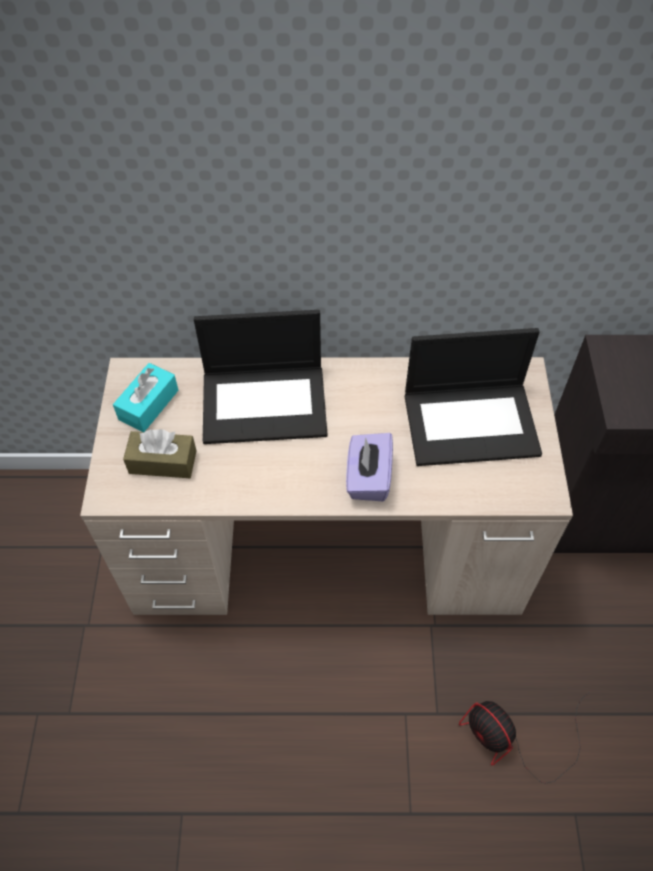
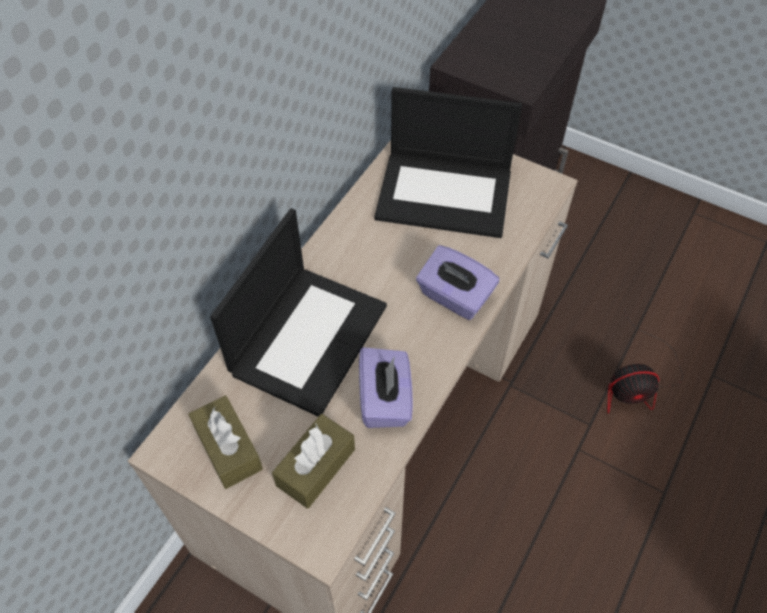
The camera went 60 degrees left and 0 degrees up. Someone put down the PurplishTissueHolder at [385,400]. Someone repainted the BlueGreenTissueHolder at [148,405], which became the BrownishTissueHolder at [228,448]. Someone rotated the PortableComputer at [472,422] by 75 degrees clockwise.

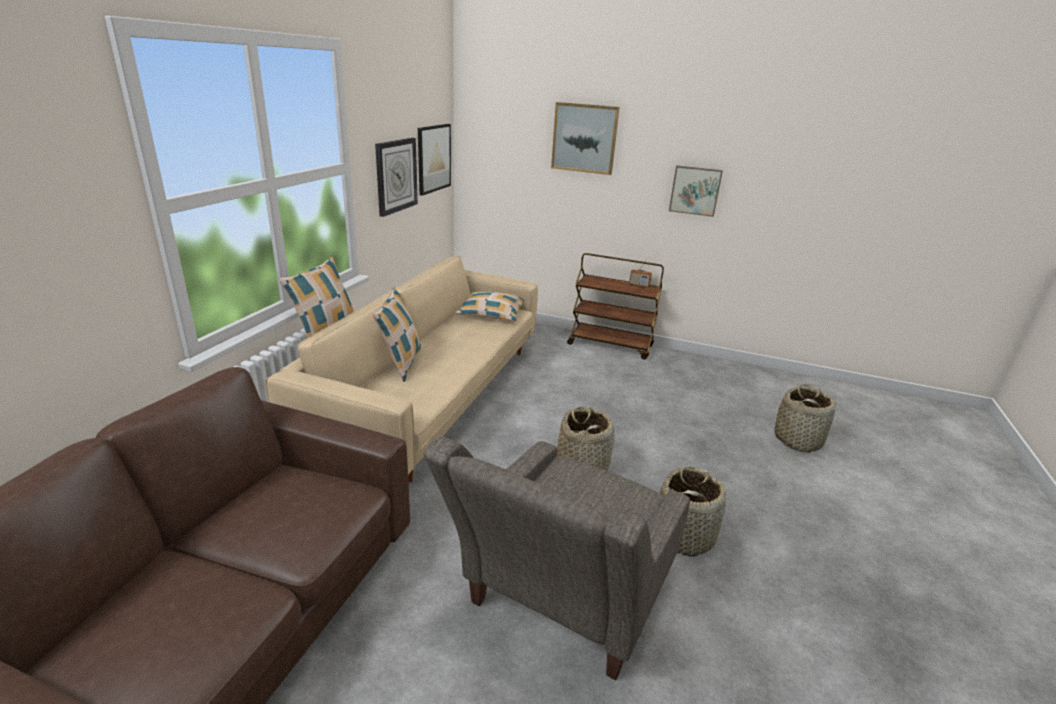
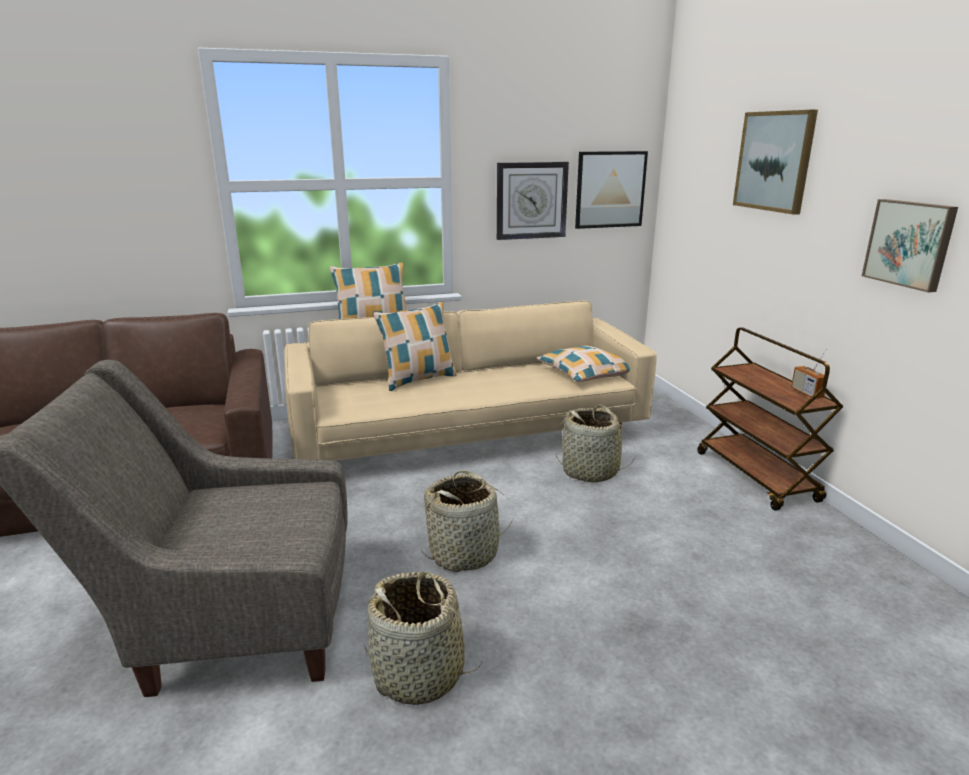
The camera went 55 degrees right and 5 degrees down. Someone carried the Basket from [798,440] to [590,471].

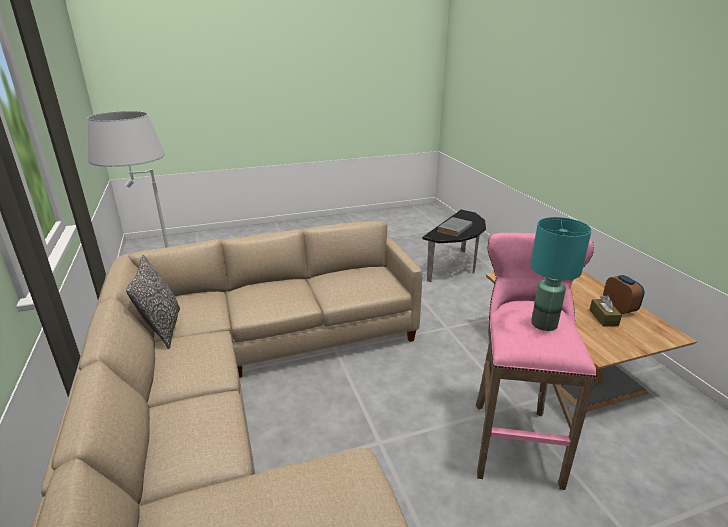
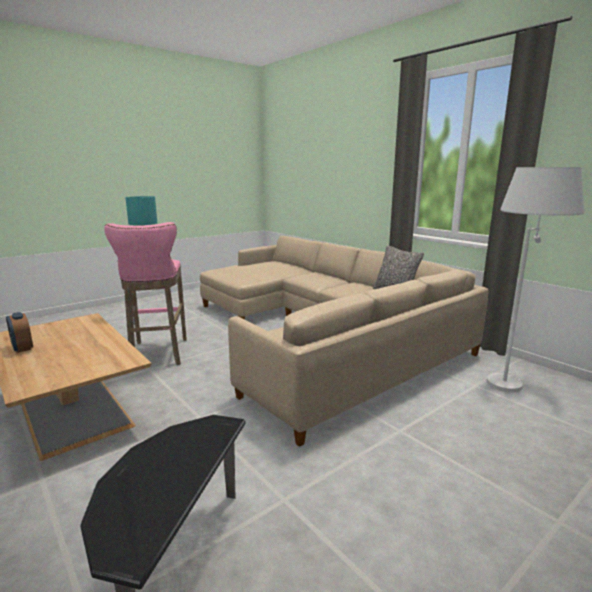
The camera went 160 degrees right and 10 degrees down. Someone took away the GrayBoundBook at [454,229]. Someone took away the BrownishTissueHolder at [603,318].

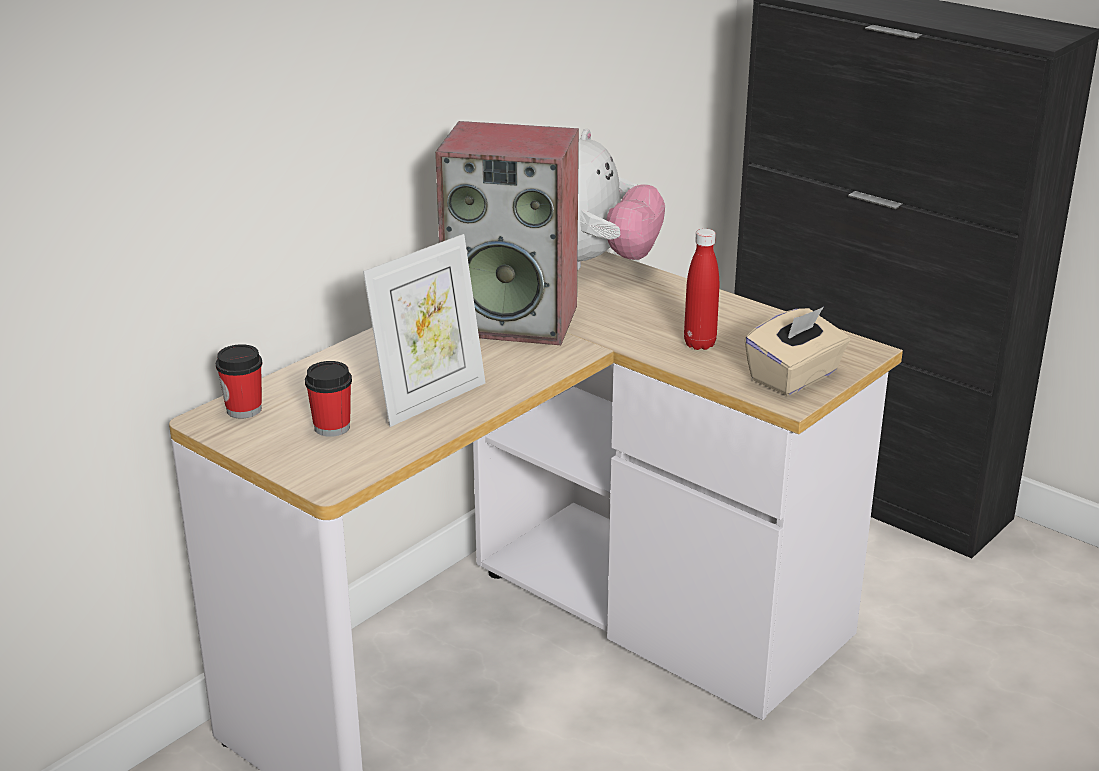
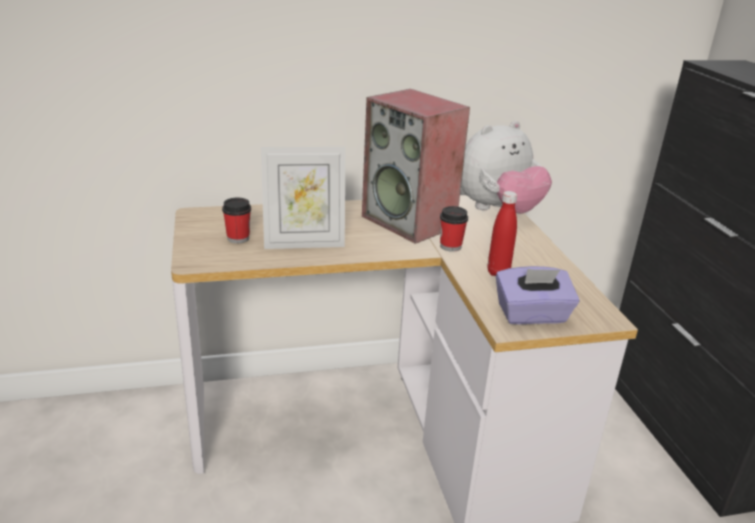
The camera went 35 degrees right and 0 degrees up. Someone carried the DrinkingCup from [244,409] to [450,246]. Someone repainted the BeigeTissueHolder at [795,377], which became the PurplishTissueHolder at [532,315].

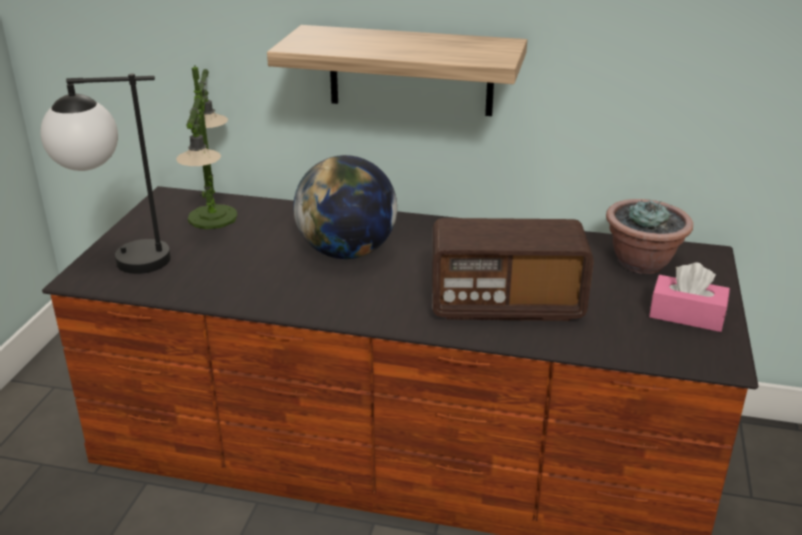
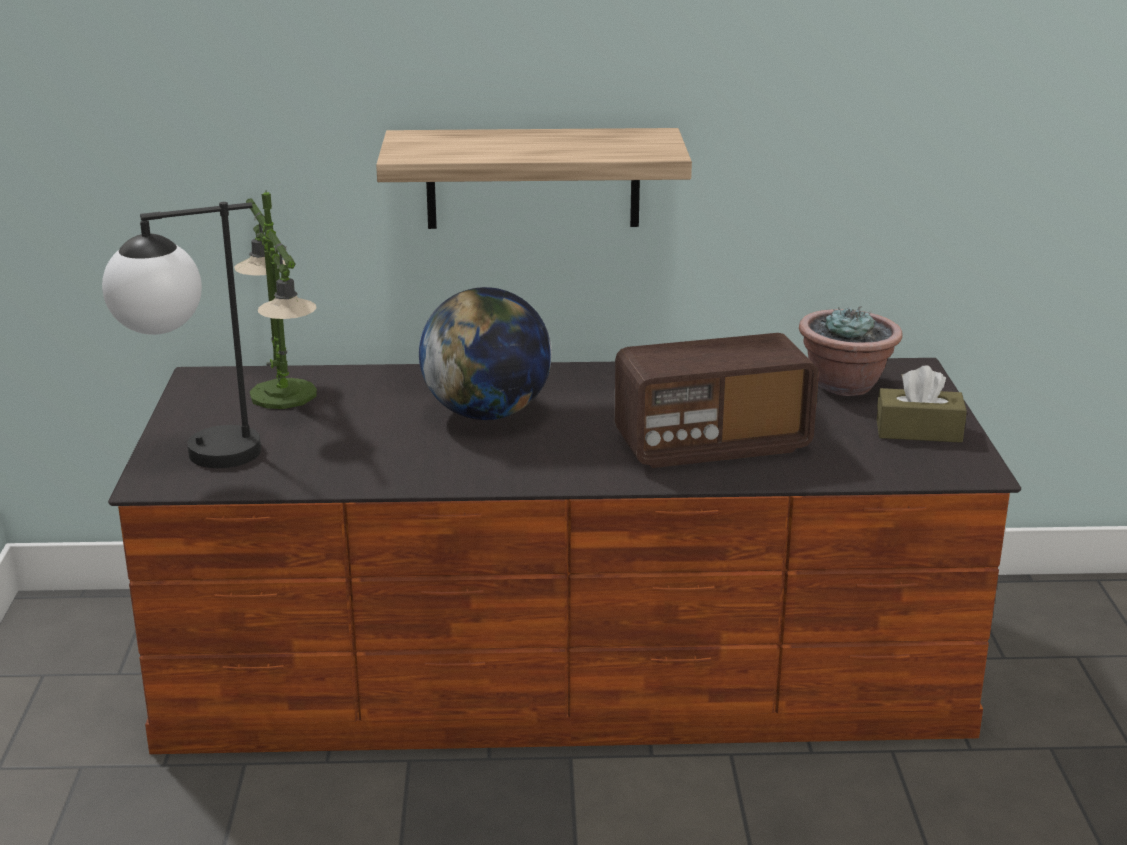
The camera went 15 degrees left and 5 degrees down. Someone repainted the PinkColouredTissueHolder at [686,315], which became the BrownishTissueHolder at [918,431].

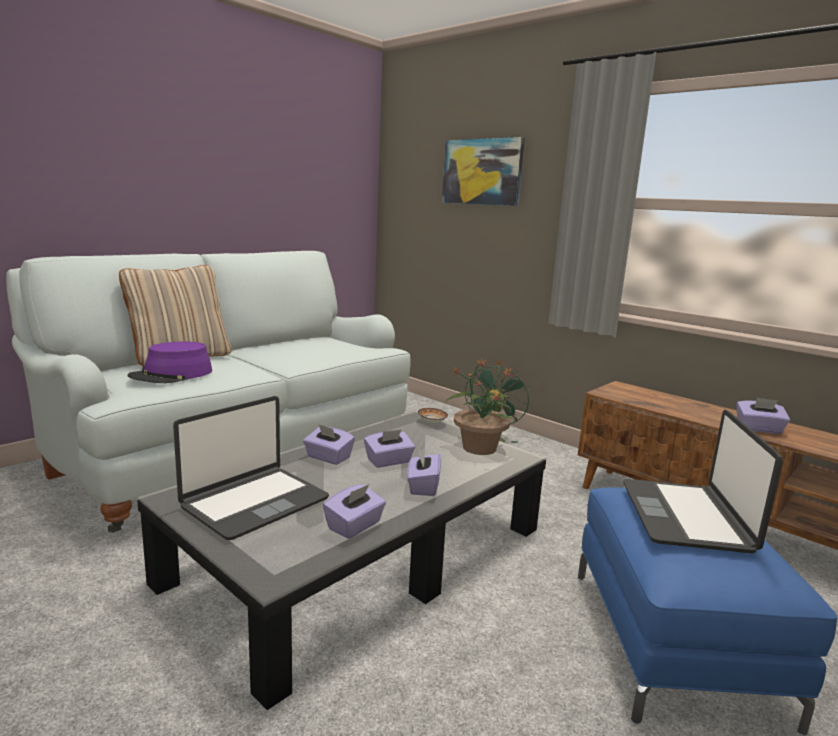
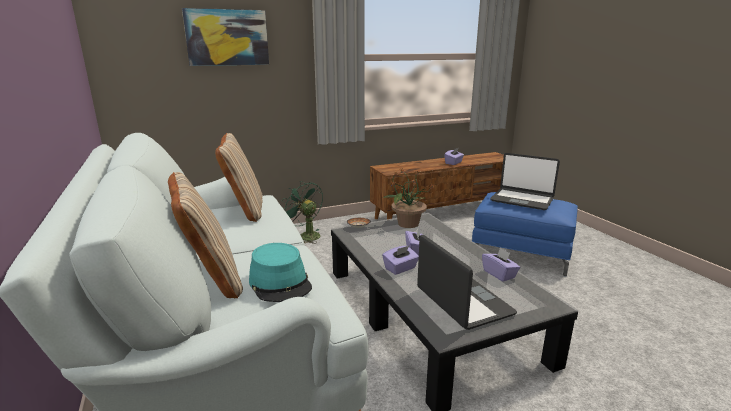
The camera went 65 degrees left and 5 degrees up. Someone took away the PurplishTissueHolder at [423,486]. Someone put down the BeigePillow at [244,210]. Someone repainted the PurplishClothingHat at [172,374], which became the BlueGreenClothingHat at [280,283].

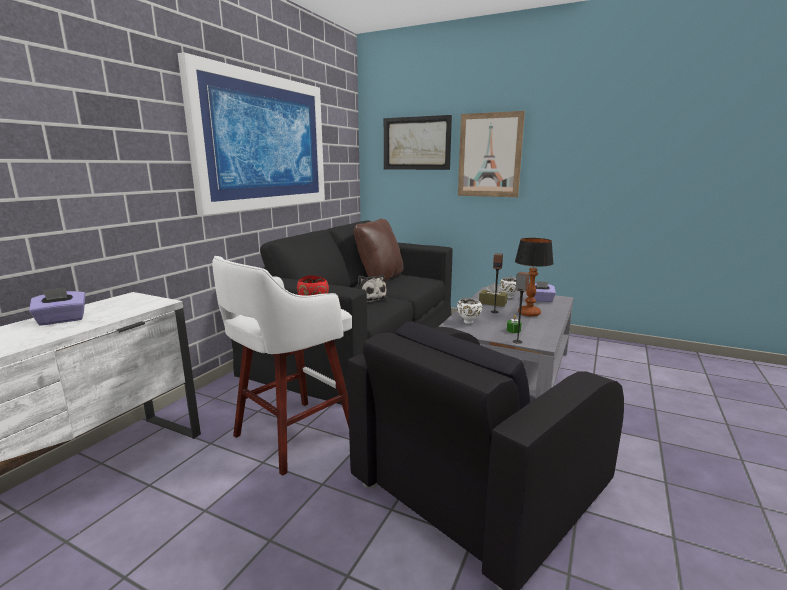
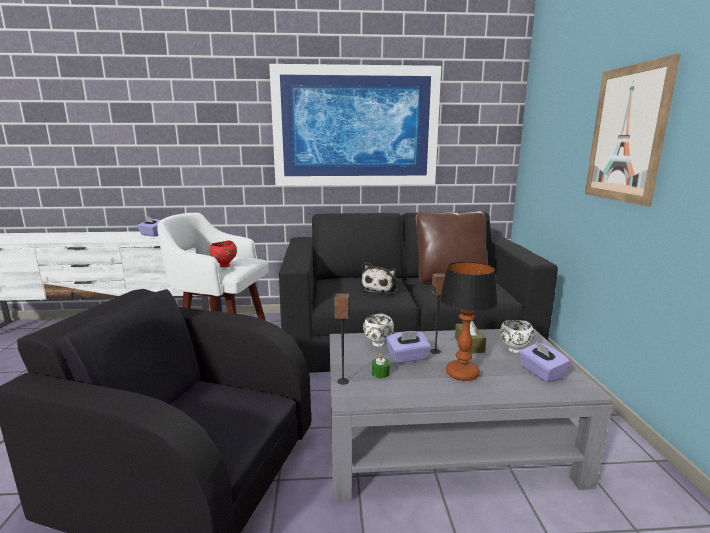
The camera went 60 degrees right and 0 degrees up. Someone took away the WallArt at [416,143]. Someone put down the PurplishTissueHolder at [407,358].

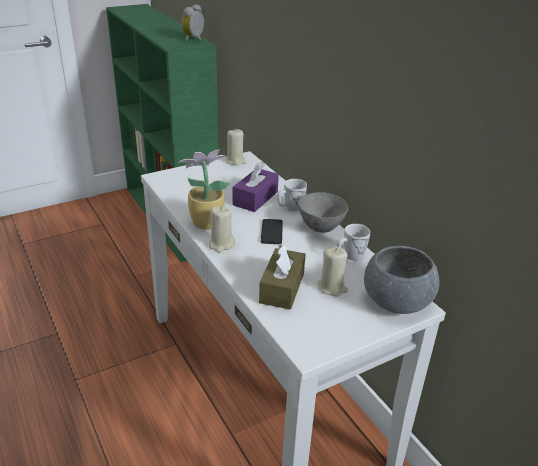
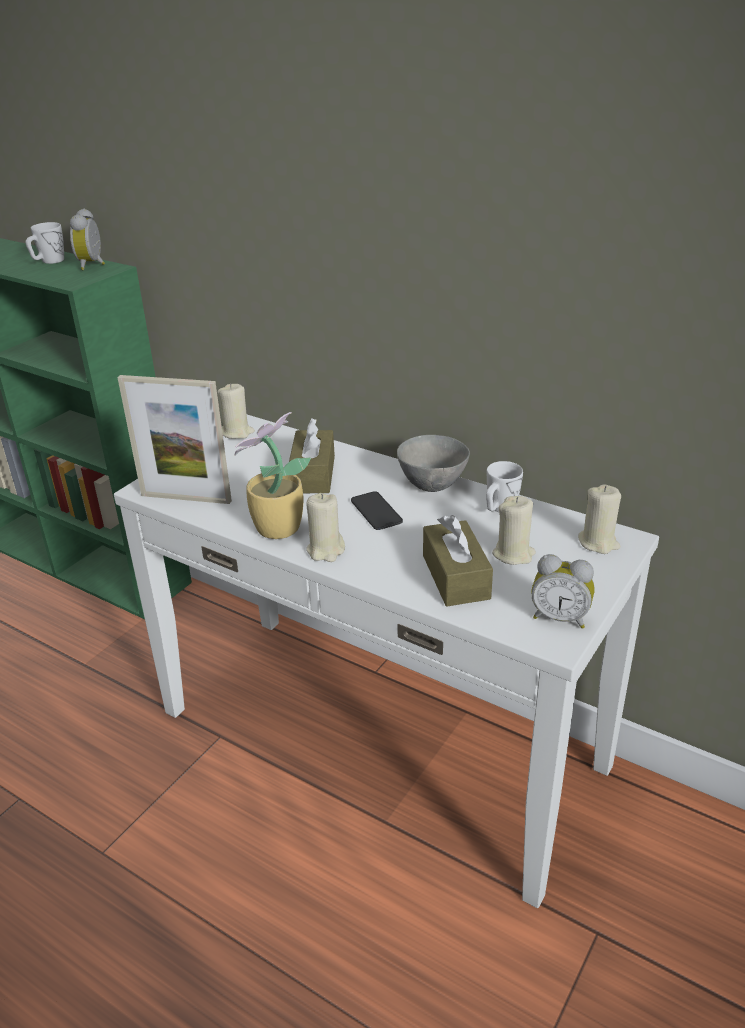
The camera went 25 degrees left and 0 degrees up. Someone put down the PictureFrame at [186,498]. Someone put down the BedsideClock at [560,617]. Someone carried the WhitishMug from [290,208] to [49,261]. Someone swapped the GrayServingBowl at [396,301] for the BeigeWaxCandle at [598,542]. Someone repainted the PurplishTissueHolder at [255,198], which became the BrownishTissueHolder at [313,474].

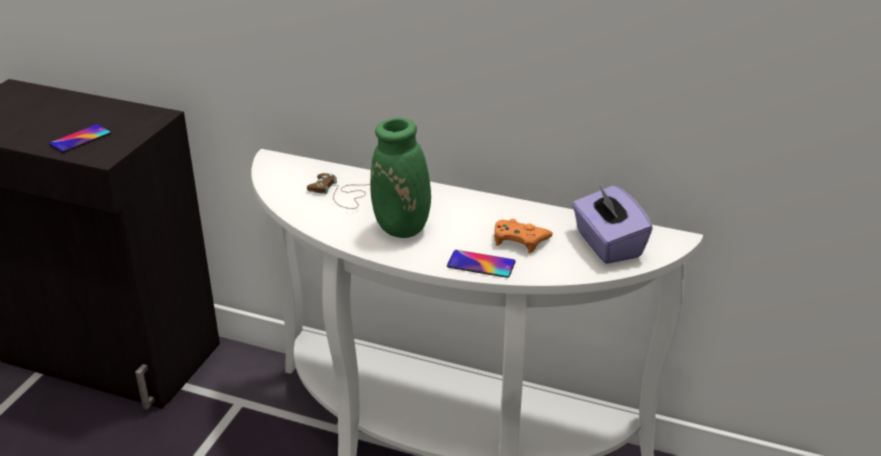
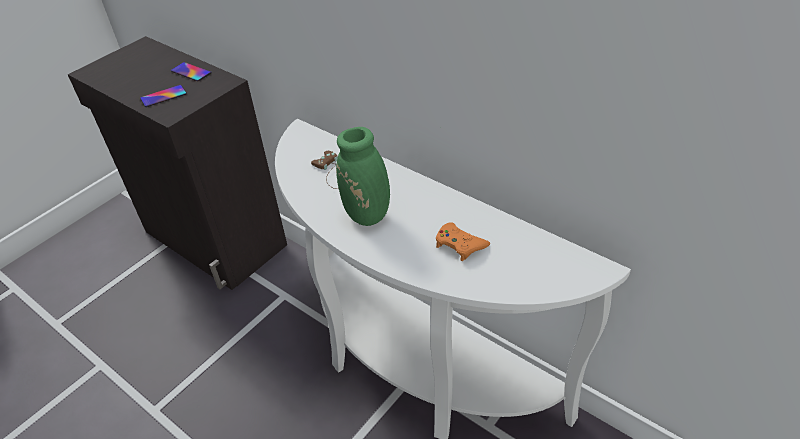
The camera went 20 degrees right and 10 degrees up. Someone took away the PurplishTissueHolder at [607,244]. Someone carried the Handset from [481,264] to [191,72].

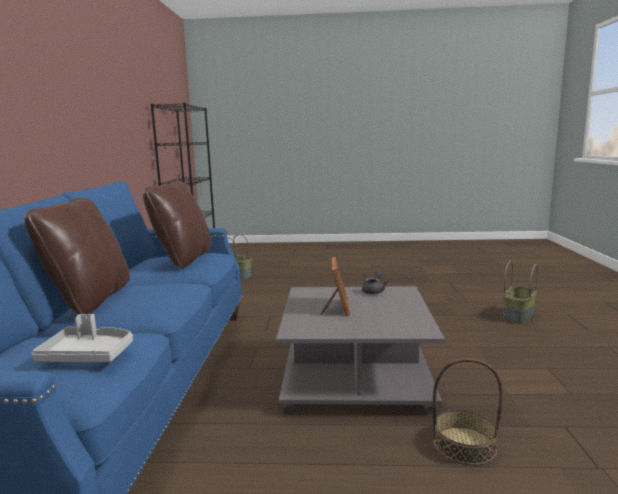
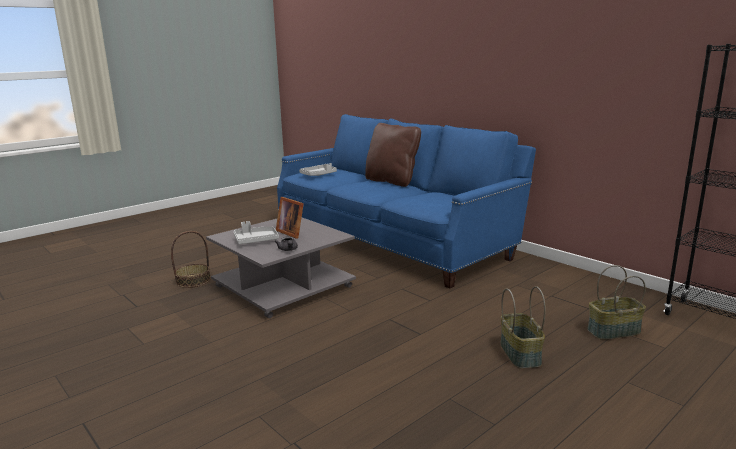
The camera went 135 degrees right and 5 degrees up. Someone took away the BrownishPillow at [183,259]. Someone put down the GrayTray at [256,240]. Someone carried the Basket from [517,316] to [521,354].

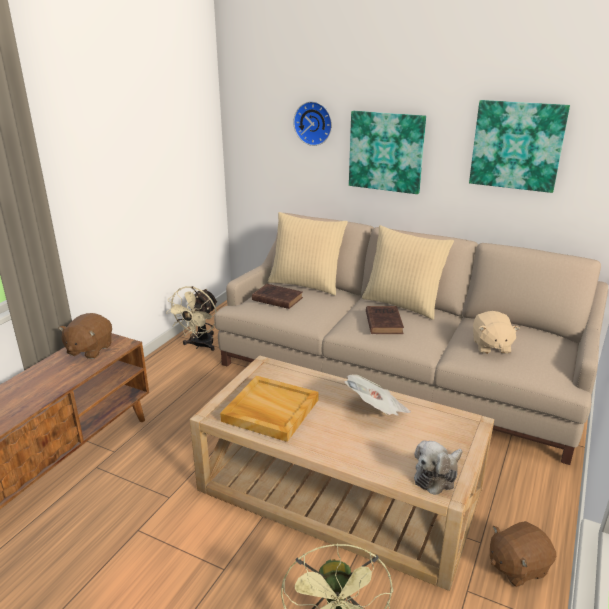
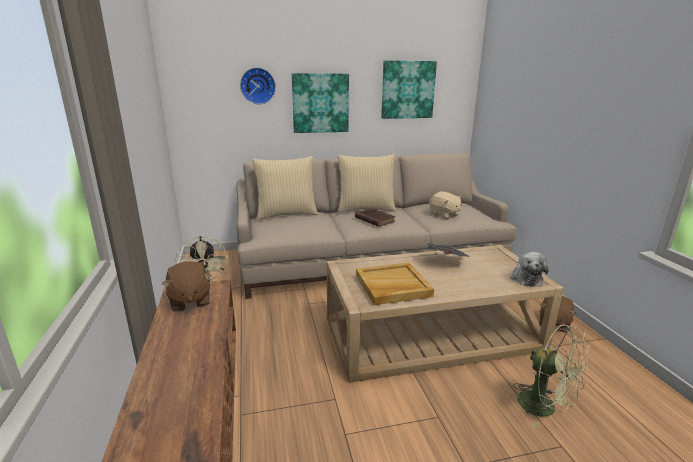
The camera went 40 degrees left and 5 degrees down. Someone took away the BrownishBoundBook at [276,299].

